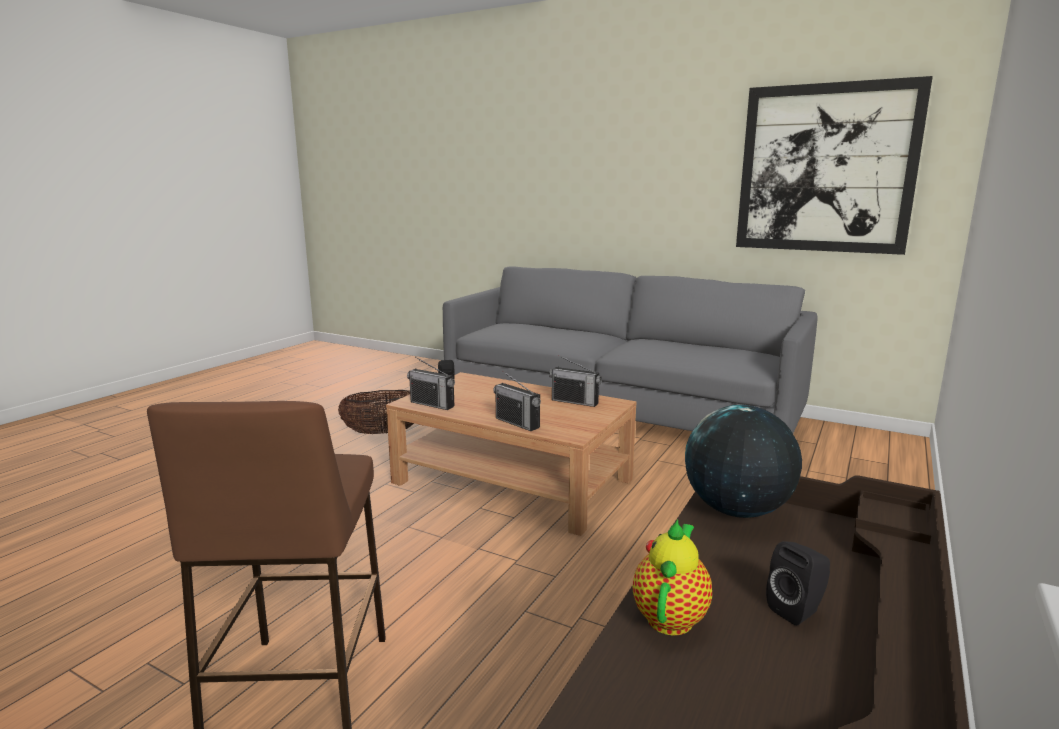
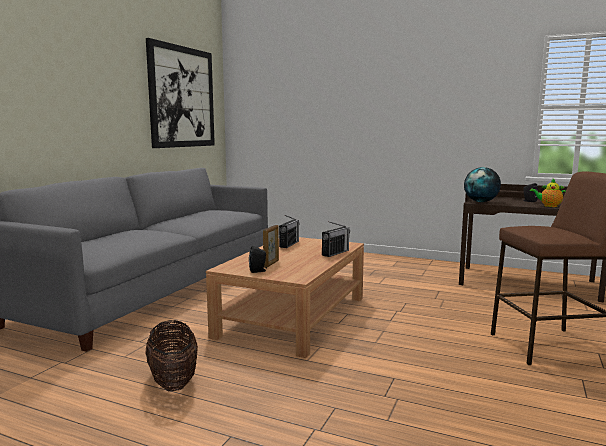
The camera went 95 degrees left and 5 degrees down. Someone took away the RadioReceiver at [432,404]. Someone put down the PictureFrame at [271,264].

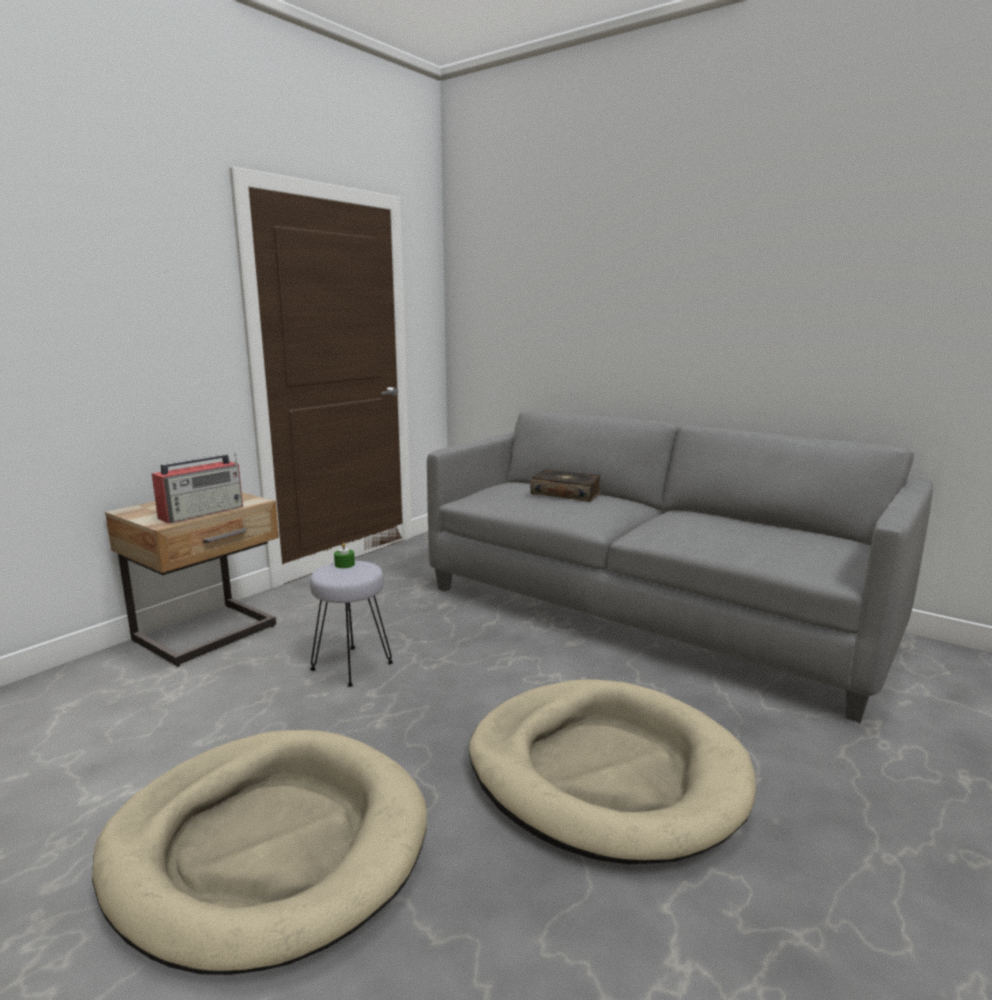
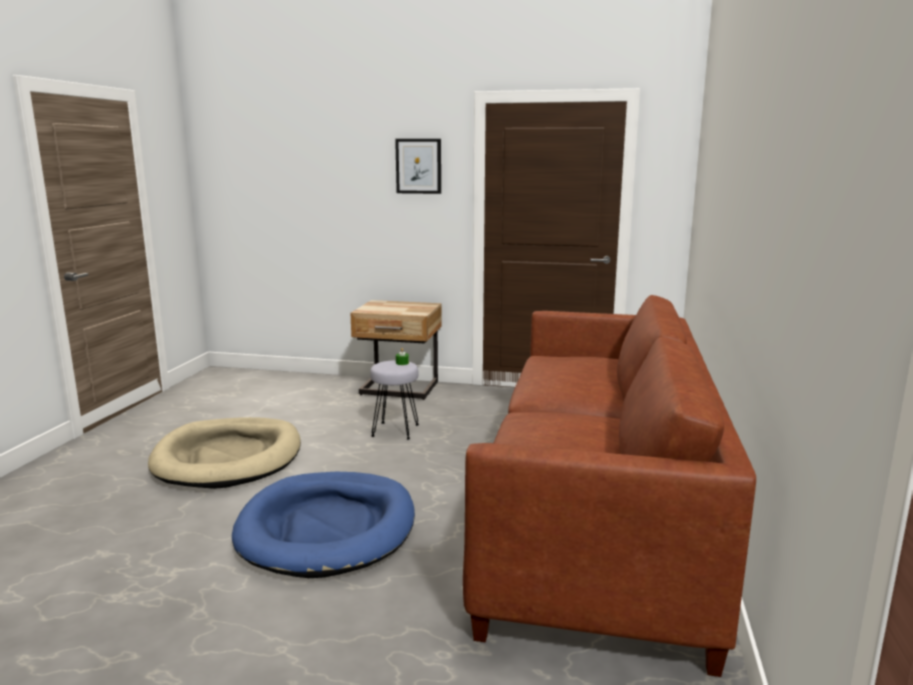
The camera went 65 degrees right and 0 degrees up. Someone took away the RadioReceiver at [203,512]. Someone took away the BoundBook at [566,494]. Someone put up the WallArt at [418,166]. Someone repainted the GraySofa at [648,611], which became the BrownishSofa at [597,512]. Someone repainted the BeigeDogCushion at [605,773], which became the BlueColouredDogCushion at [327,528].

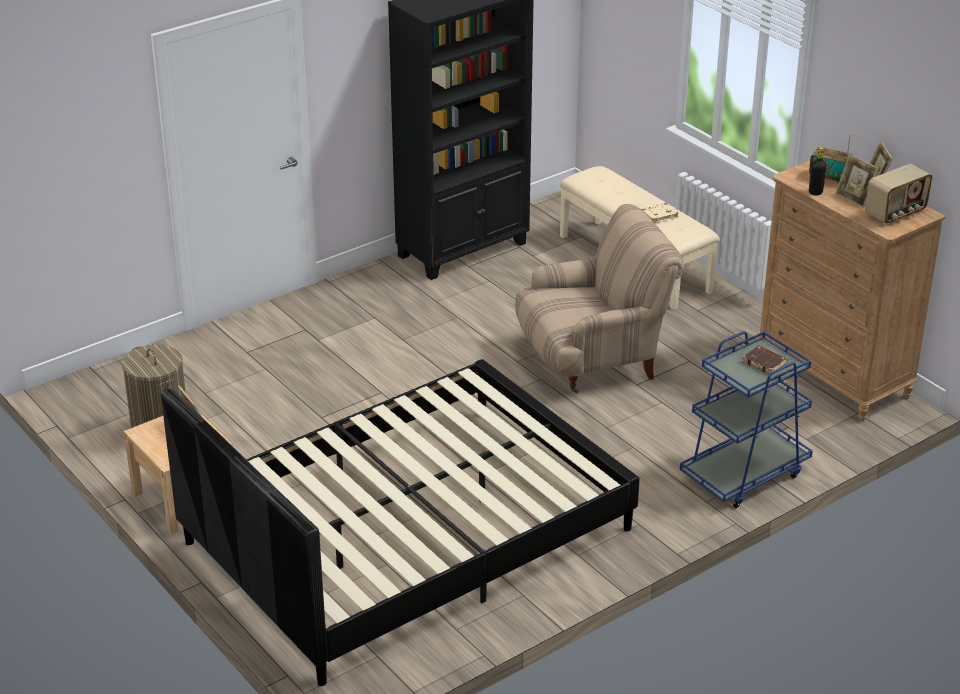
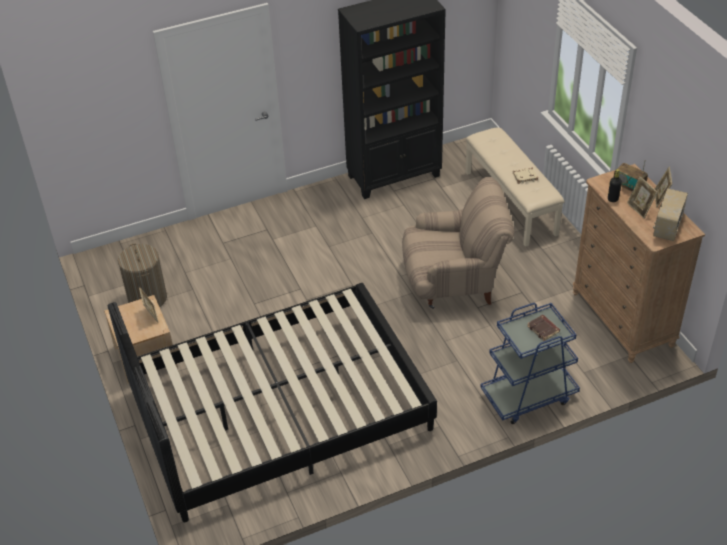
The camera went 15 degrees right and 10 degrees up. Someone rotated the RadioReceiver at [896,213] by 135 degrees clockwise.

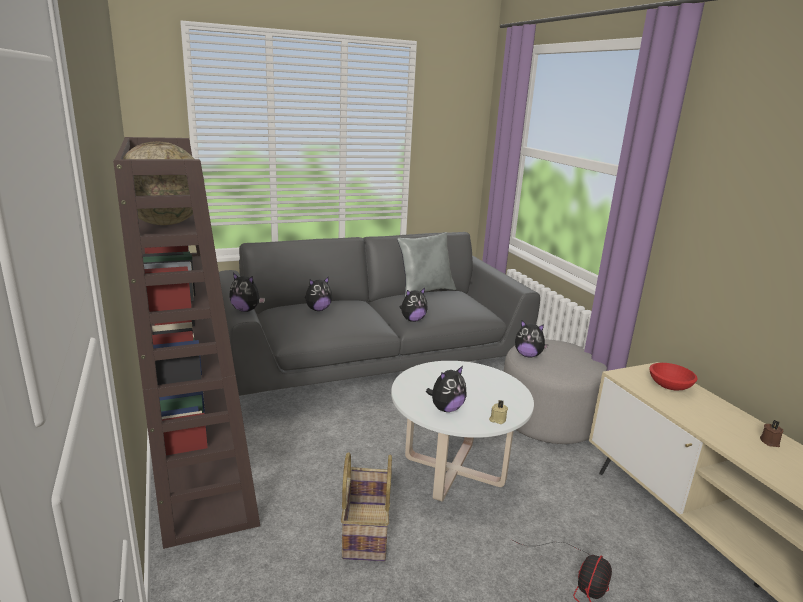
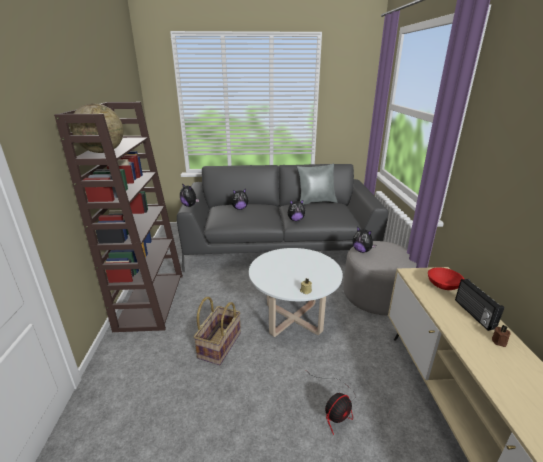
The camera went 20 degrees right and 5 degrees up. Someone took away the PlushToy at [446,408]. Someone put down the RadioReceiver at [473,314].

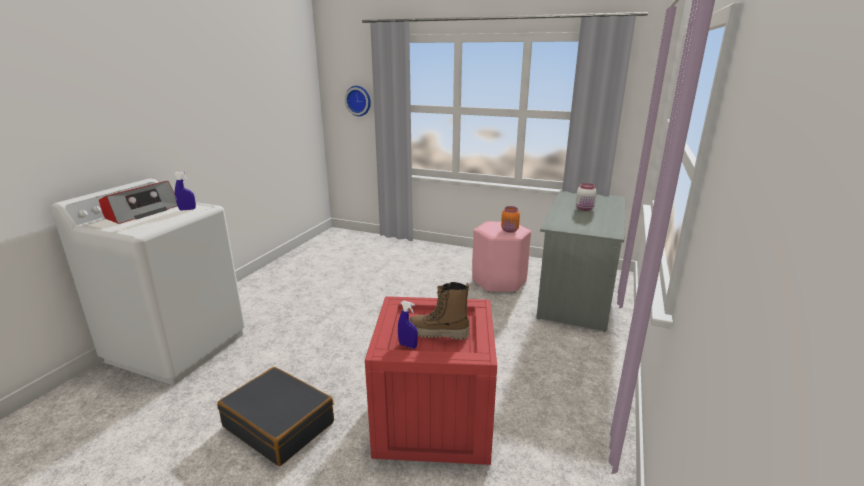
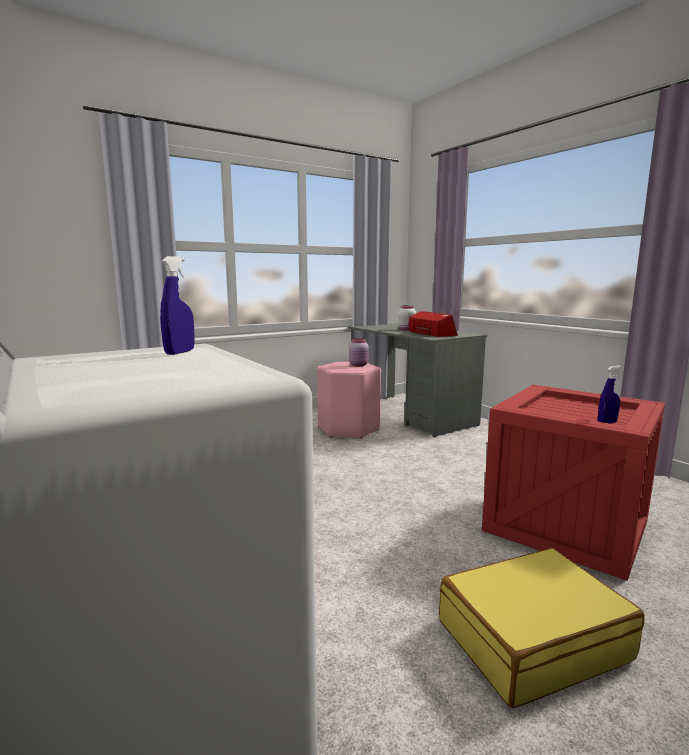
The camera went 55 degrees left and 10 degrees down. Someone took away the WallClock at [359,100]. Someone took away the Boot at [438,334]. Someone carried the RadioReceiver from [142,212] to [431,334]. Someone repainted the BlackColouredTravelCase at [279,424], which became the YellowTravelCase at [531,639]. Someone repainted the OrangeJar at [510,230], which became the PinkColouredJar at [359,365].

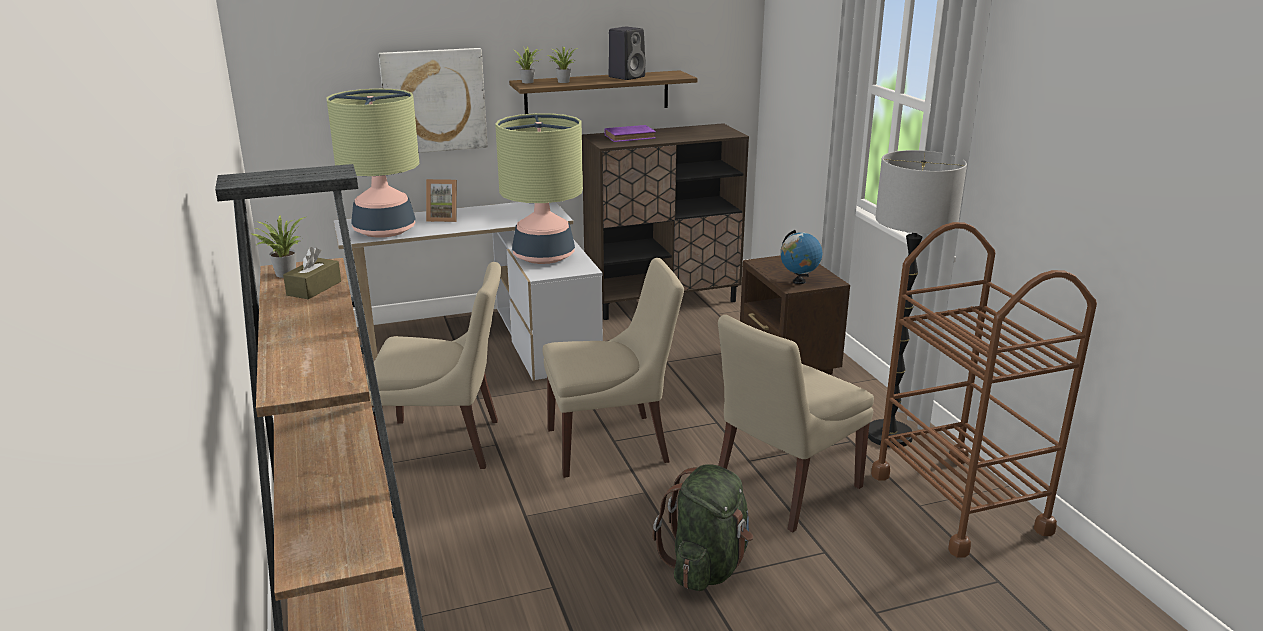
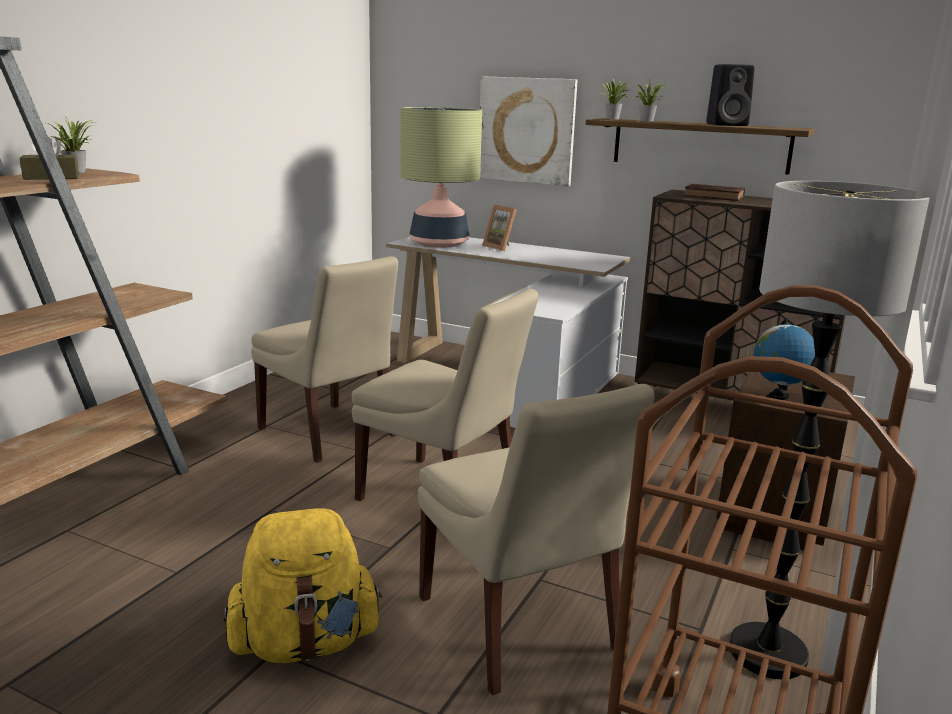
The camera went 45 degrees right and 5 degrees down. Someone took away the LampForATable at [543,256]. Someone repainted the PurplishBoundBook at [631,137], which became the BrownishBoundBook at [715,196]. Someone repainted the GreenishRucksack at [707,567], which became the YellowRucksack at [305,643]. Someone rotated the BeigeUprightChair at [784,489] by 120 degrees counterclockwise.

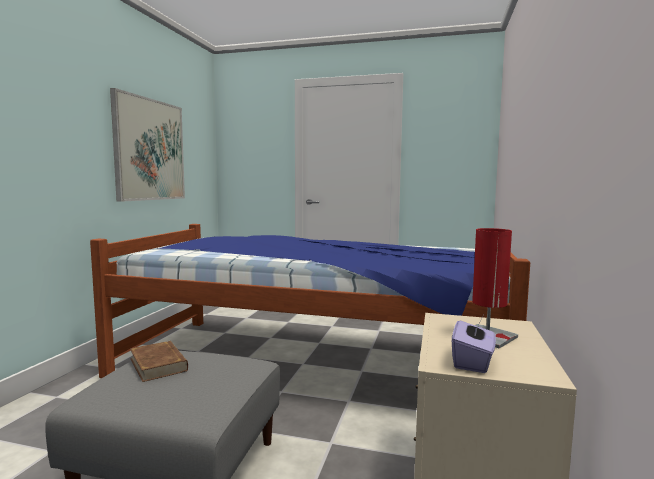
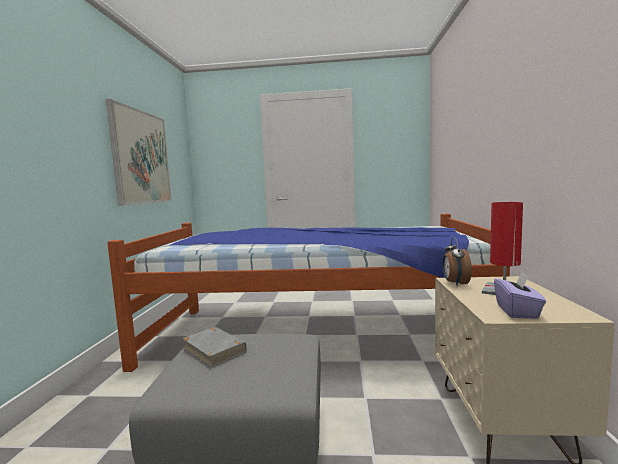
The camera went 10 degrees left and 0 degrees up. Someone put down the BedsideClock at [455,283]. Someone repainted the BrownishBoundBook at [158,364], which became the GrayBoundBook at [214,350].

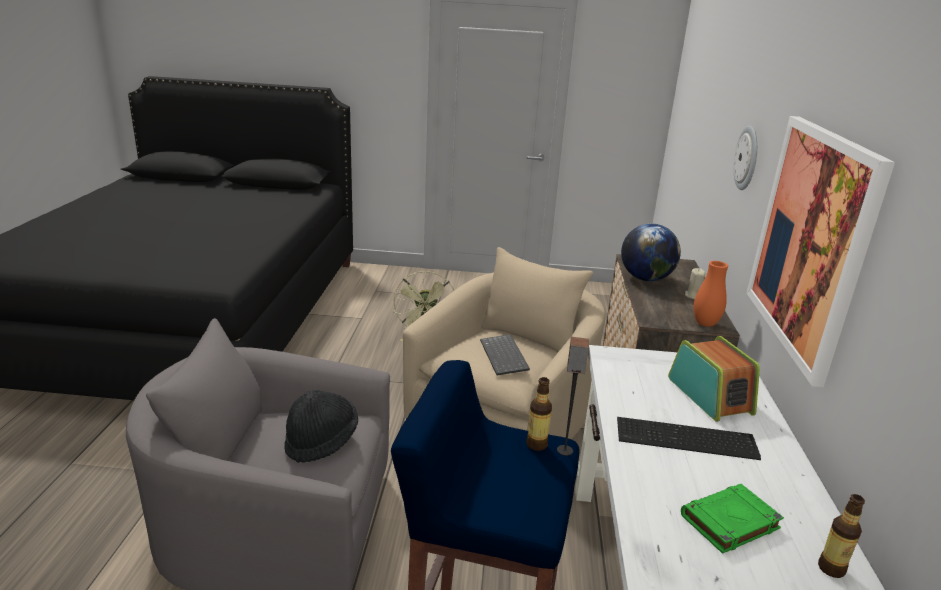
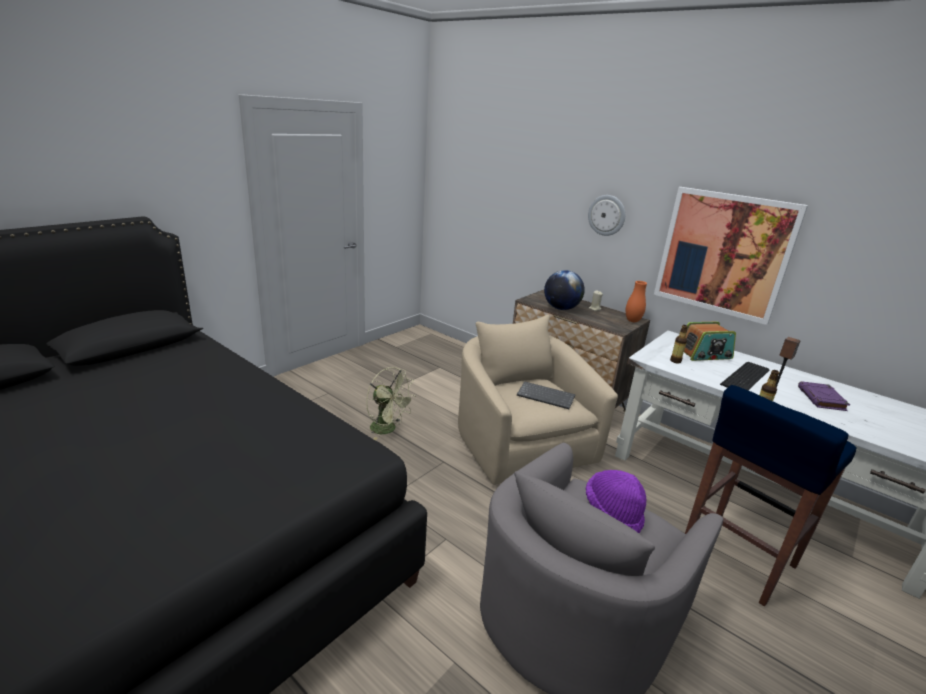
The camera went 55 degrees left and 0 degrees up. Someone carried the Bottle from [831,568] to [675,361]. Someone repainted the BlackColouredClothingHat at [321,441], which became the PurplishClothingHat at [613,512]. Someone repainted the GreenishBoundBook at [729,522], which became the PurplishBoundBook at [822,399]. Someone rotated the RadioReceiver at [710,396] by 150 degrees clockwise.

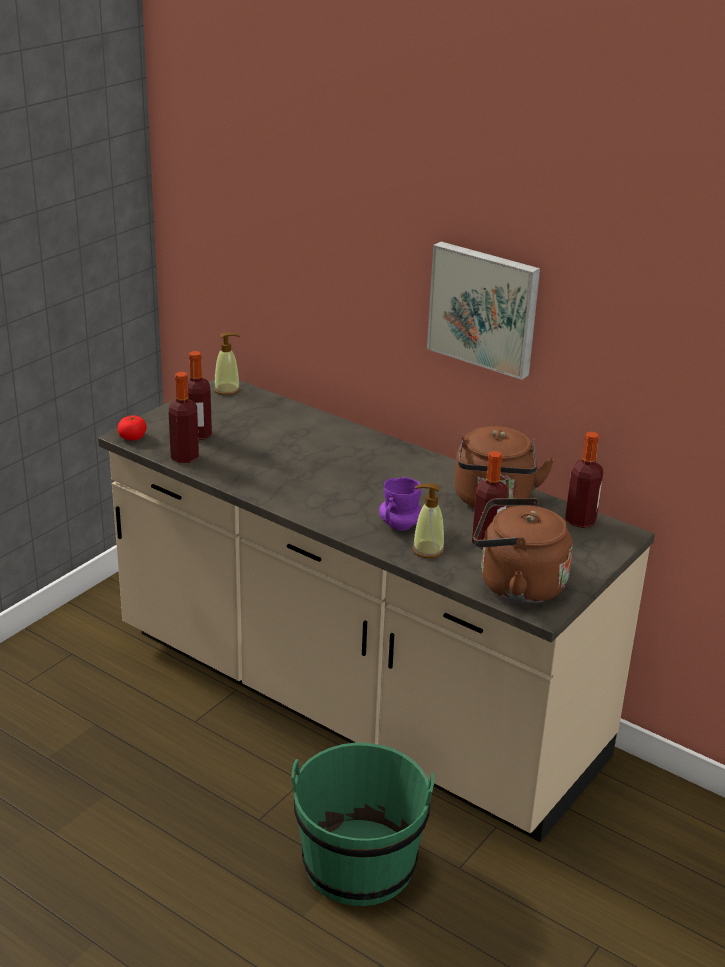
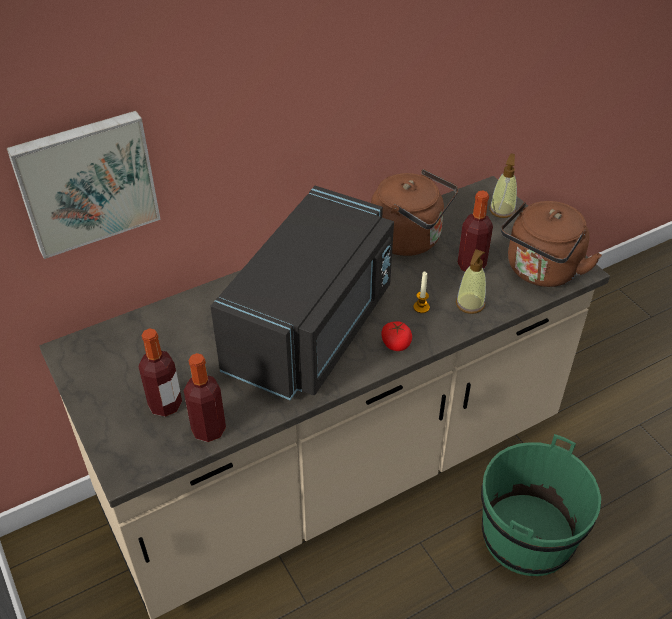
The camera went 65 degrees left and 15 degrees up. Someone took away the Bottle at [580,521]. Someone put down the BlackColouredMicrowave at [313,328]. Someone carried the Tomato from [132,437] to [396,343]. Someone carried the SoapDispenser from [227,390] to [502,210]. Someone carried the WallArt from [484,308] to [86,182]. Someone swapped the PurplishMug at [400,524] for the WaxCandle at [421,307].

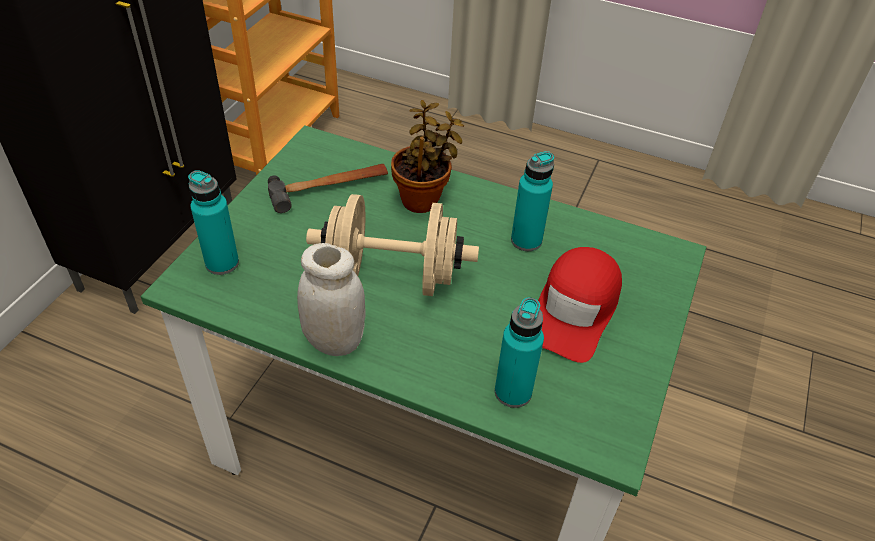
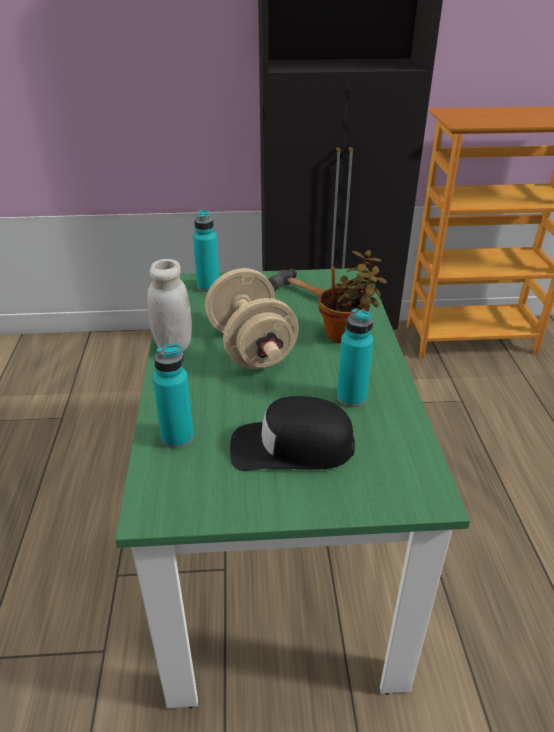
The camera went 65 degrees right and 10 degrees down. Someone repainted the RedBaseballCap at [574,311], which became the BlackColouredBaseballCap at [291,447].

